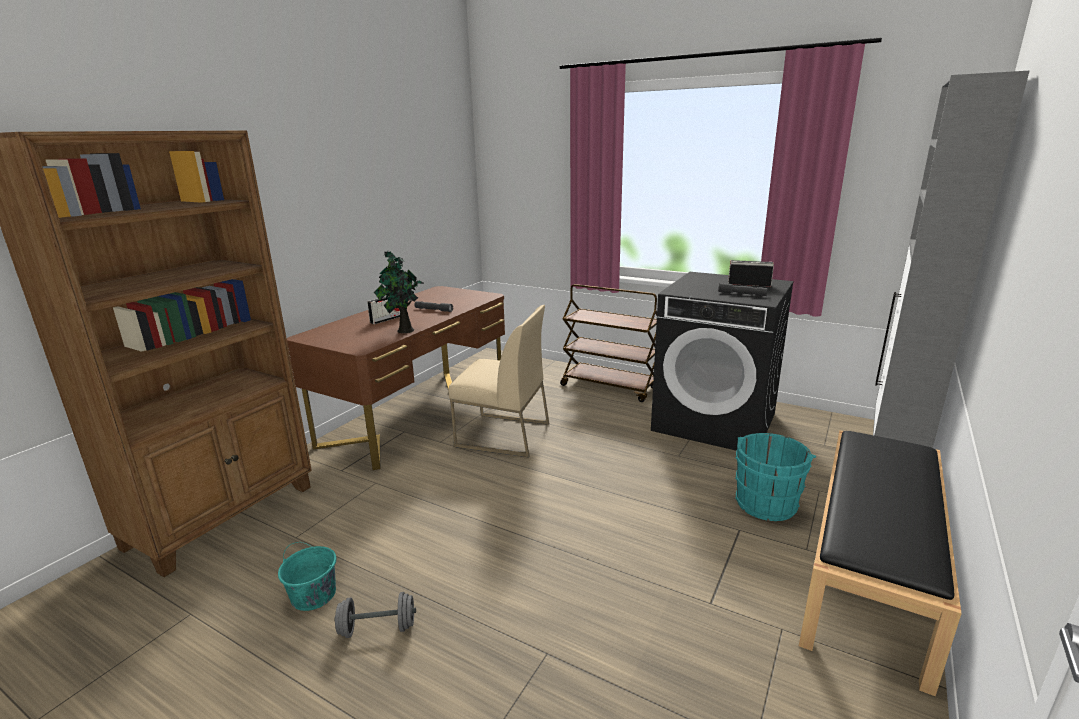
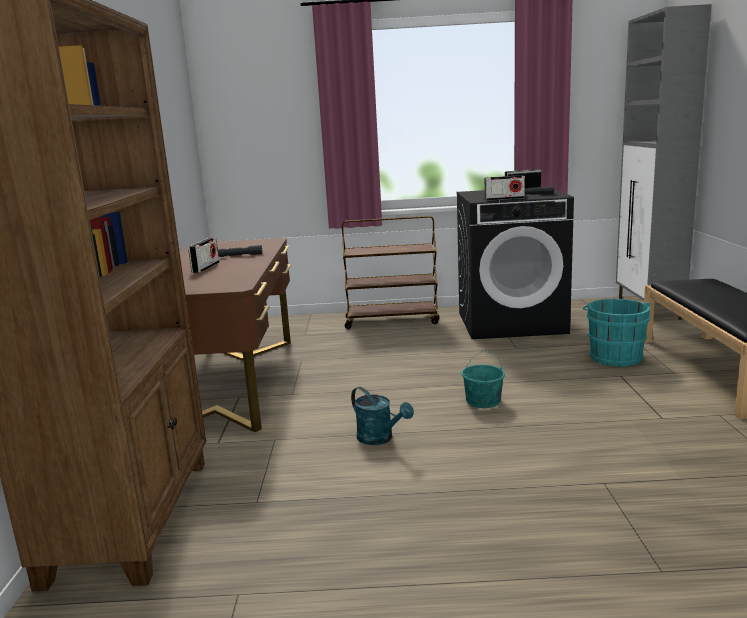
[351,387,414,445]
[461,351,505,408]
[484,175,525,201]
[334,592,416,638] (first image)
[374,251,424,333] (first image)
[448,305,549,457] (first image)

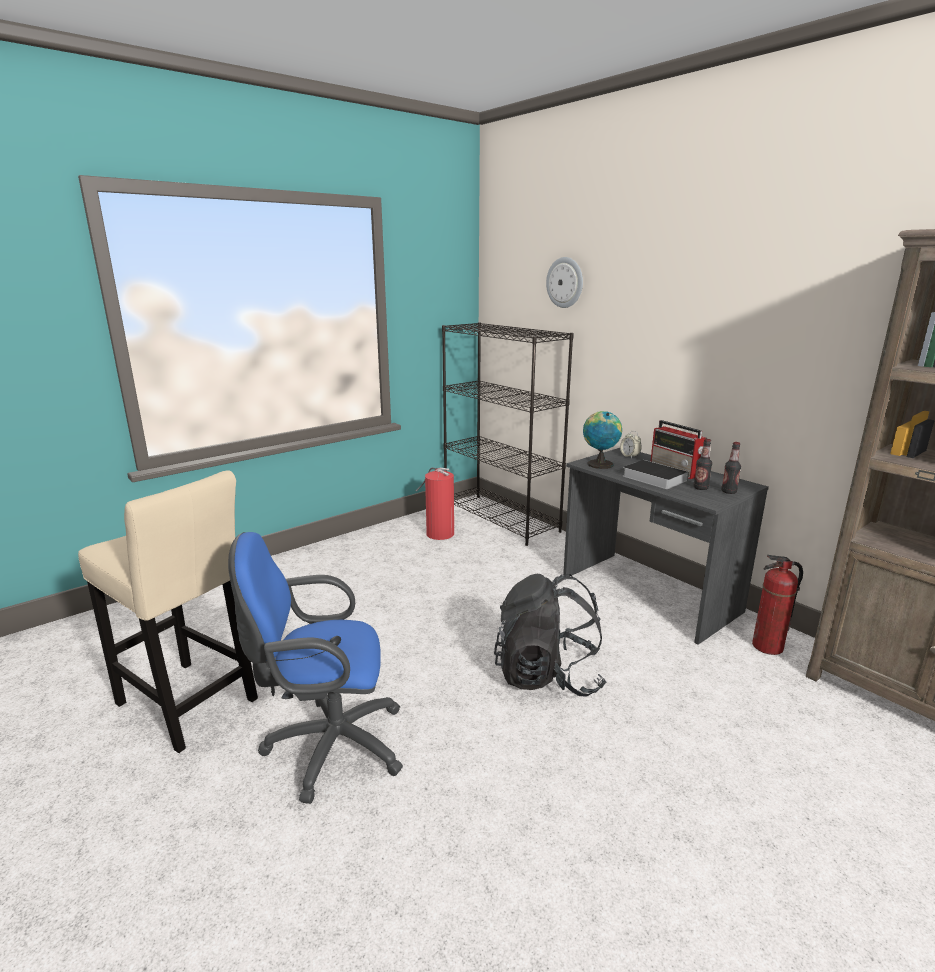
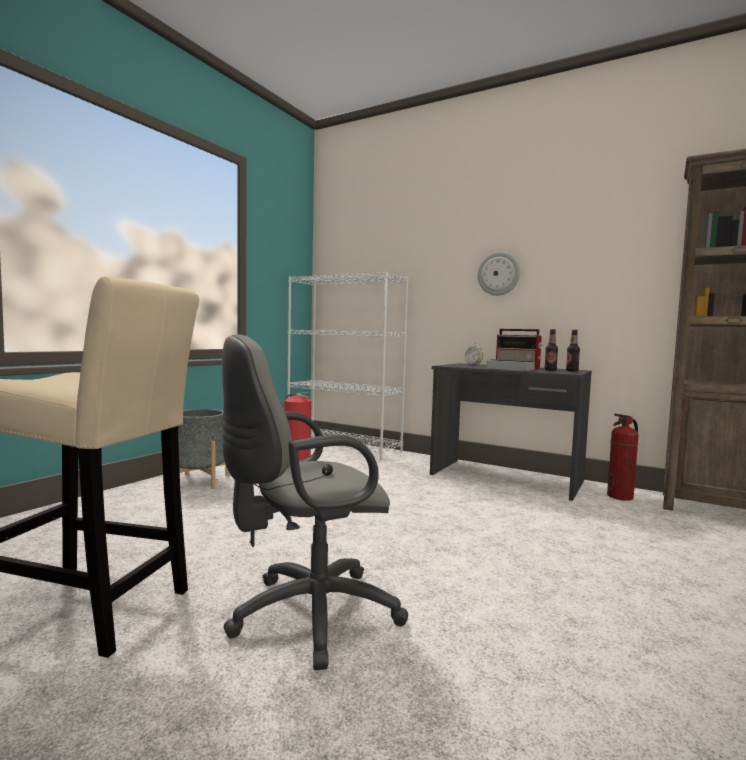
[178,409,229,489]
[222,334,408,670]
[287,272,409,460]
[478,252,520,296]
[494,574,606,697] (first image)
[583,411,622,469] (first image)

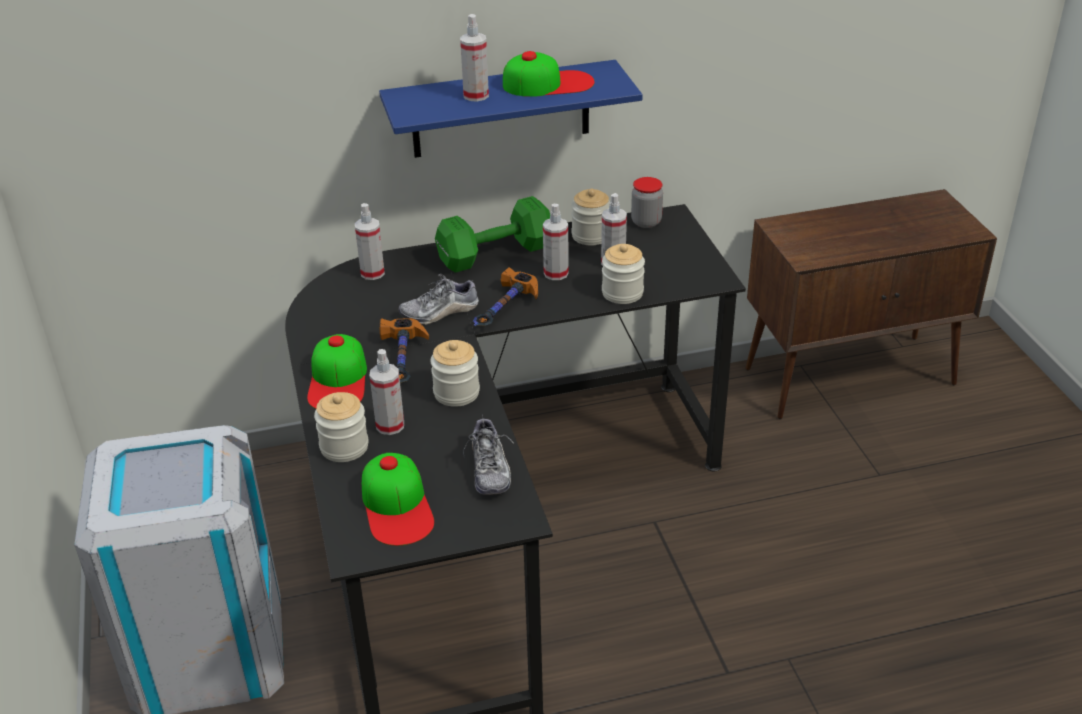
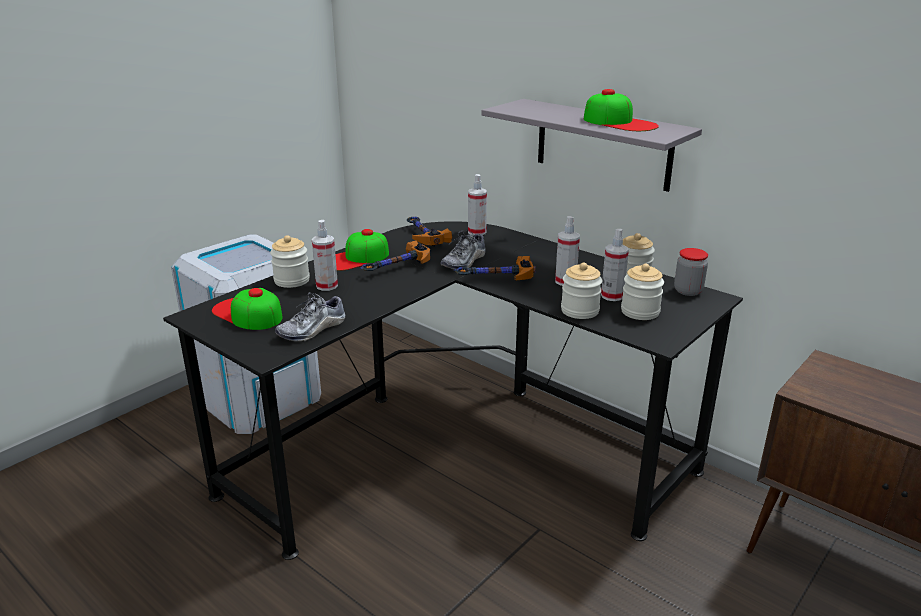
[212,288,283,330]
[407,217,452,246]
[440,230,486,270]
[481,99,702,192]
[621,264,664,320]
[435,196,550,273] (first image)
[460,14,489,102] (first image)

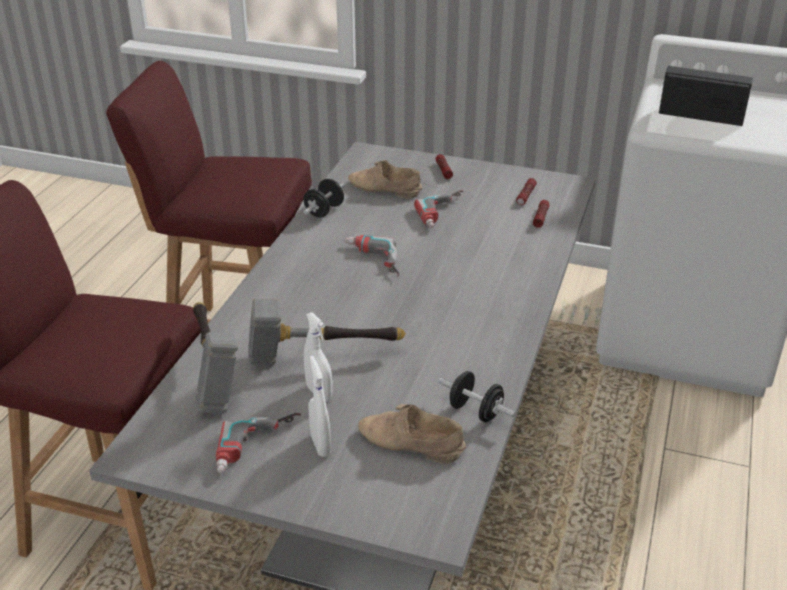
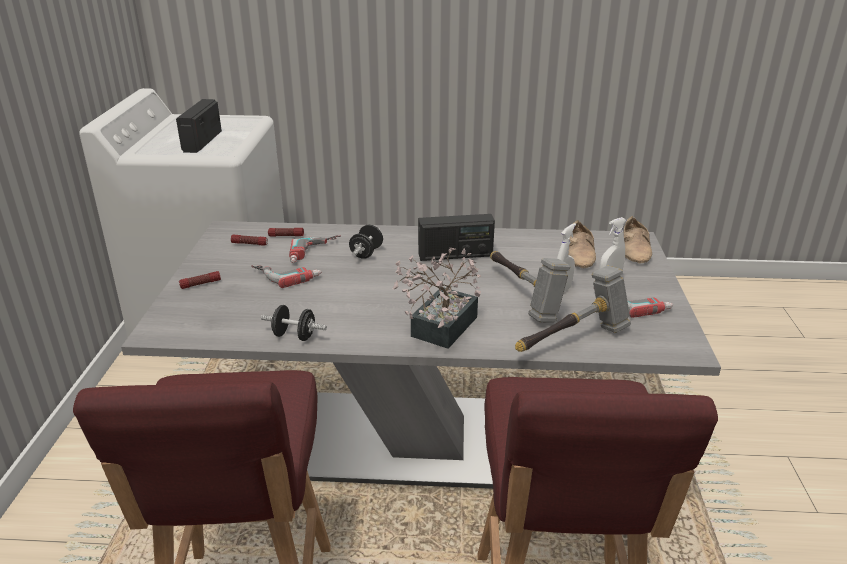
[289,235,341,263]
[349,225,383,259]
[392,248,481,349]
[418,214,495,261]
[624,216,652,263]

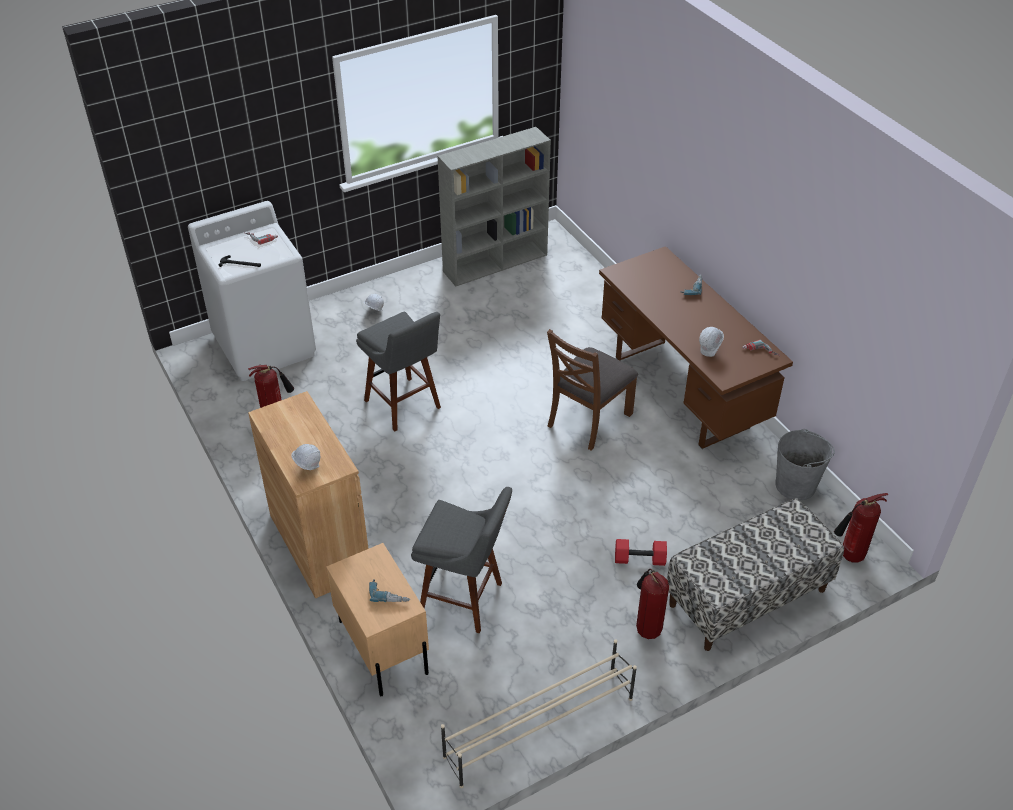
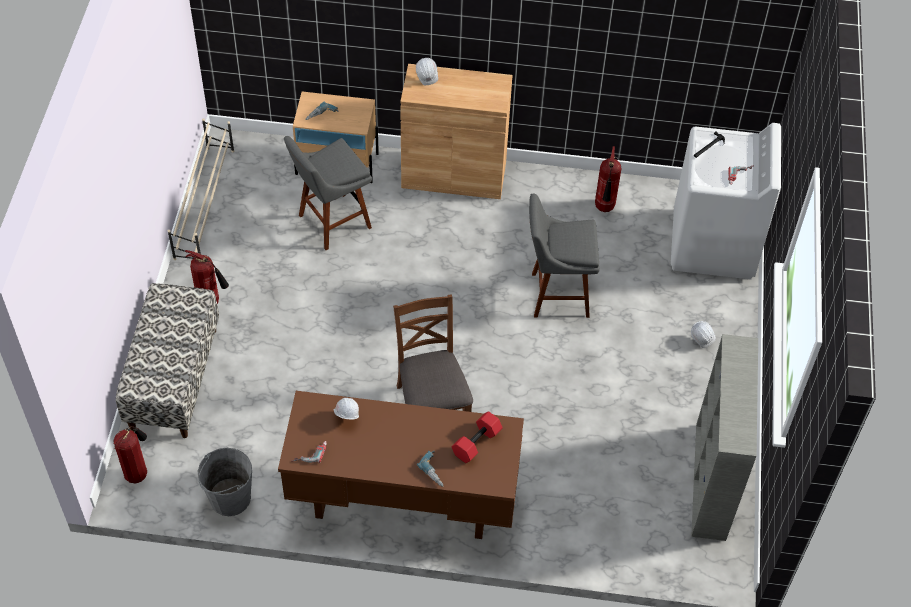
[451,411,503,463]

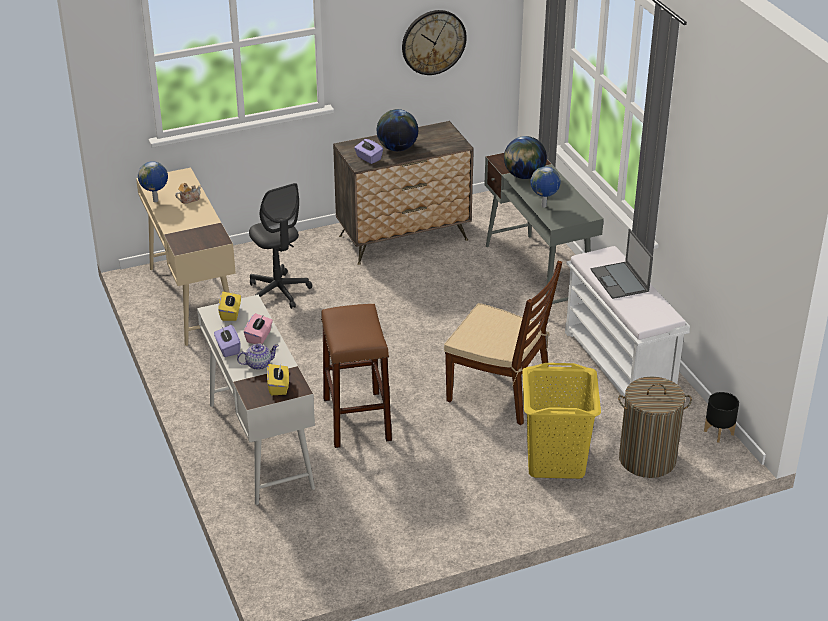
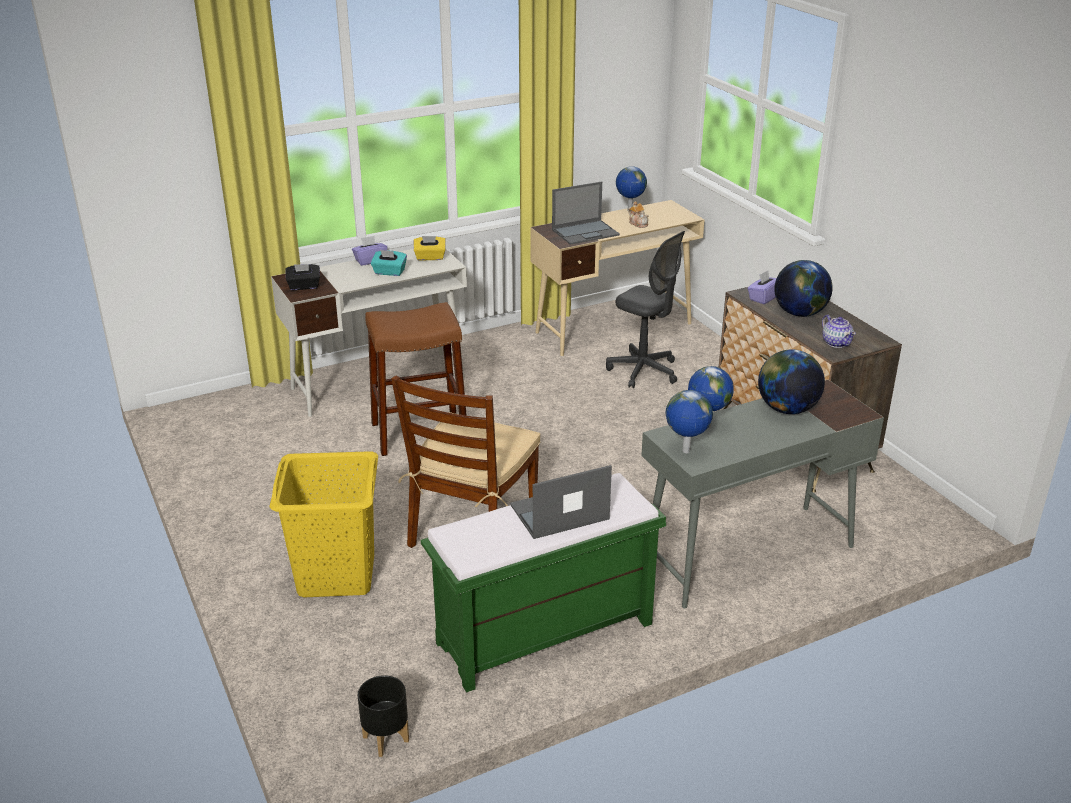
[285,264,320,290]
[371,250,407,276]
[421,473,666,693]
[552,181,620,245]
[606,231,685,388]
[666,390,713,453]
[822,315,856,348]
[402,10,467,75] (first image)
[618,376,692,478] (first image)

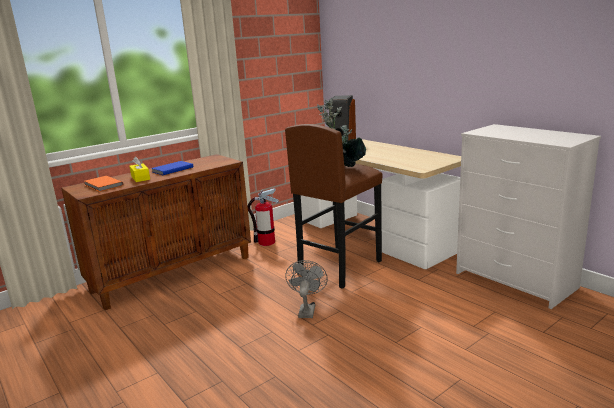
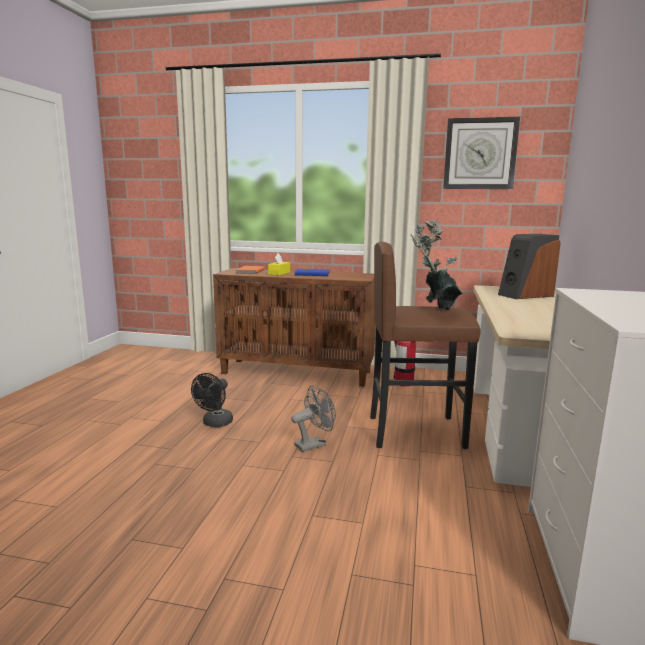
[191,373,233,427]
[443,117,520,189]

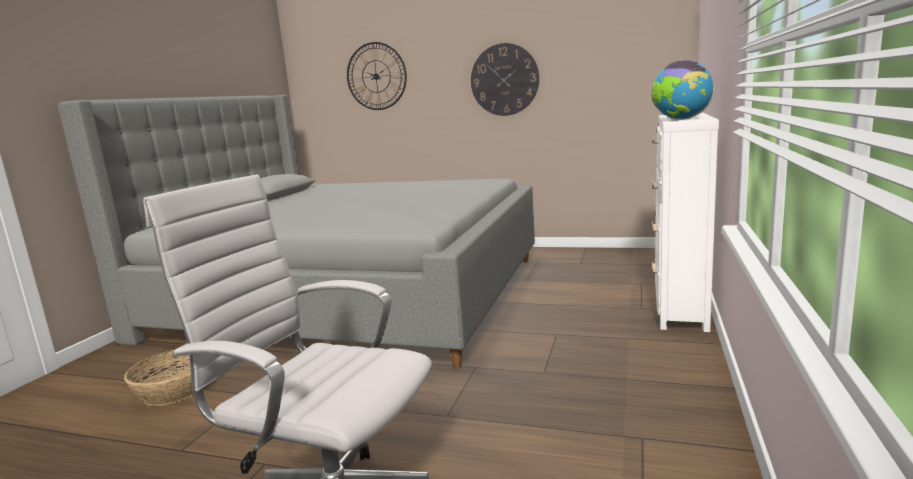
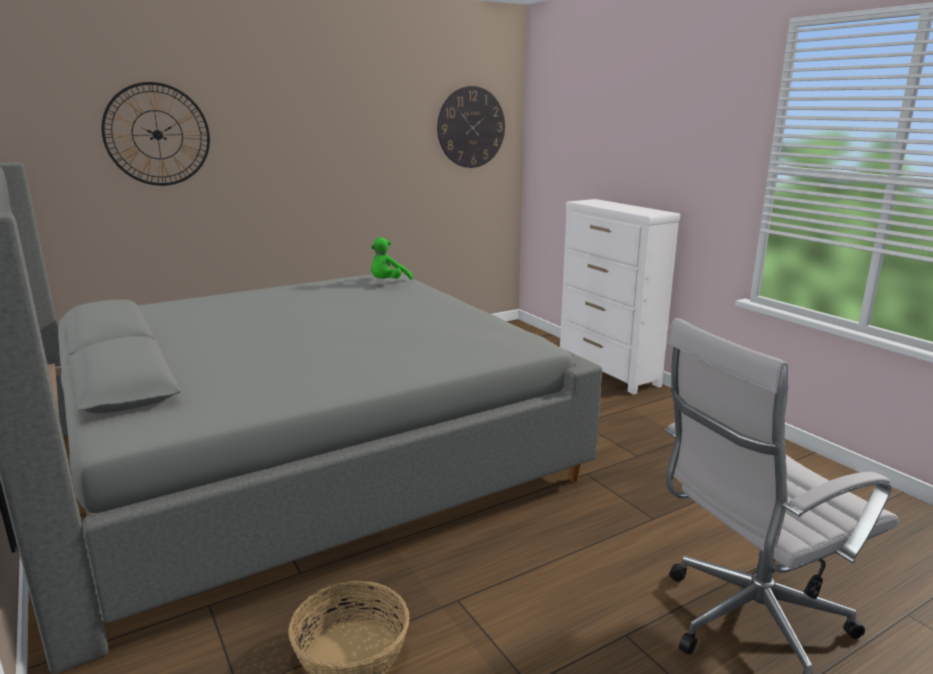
[371,237,413,280]
[437,86,505,168]
[651,60,714,120] (first image)

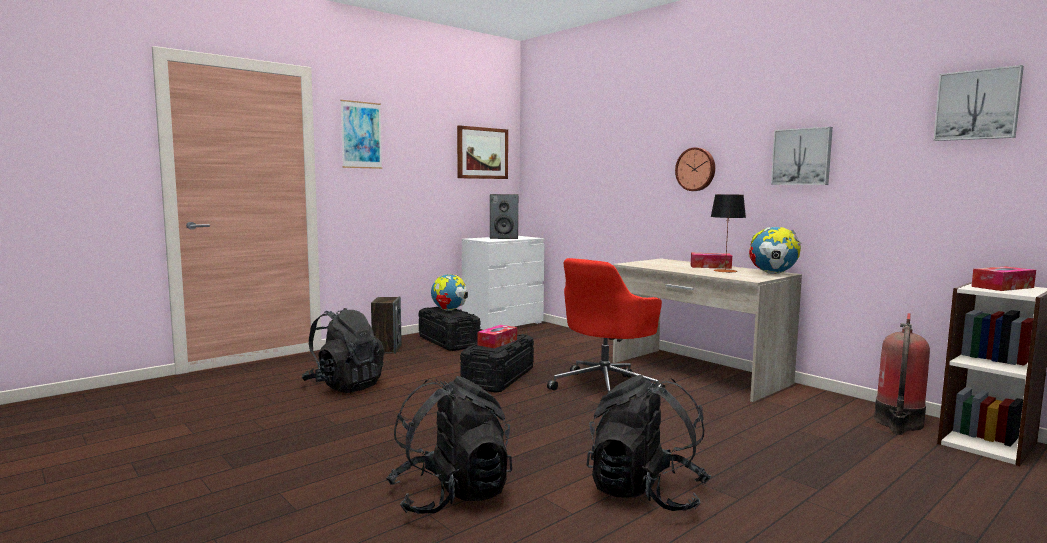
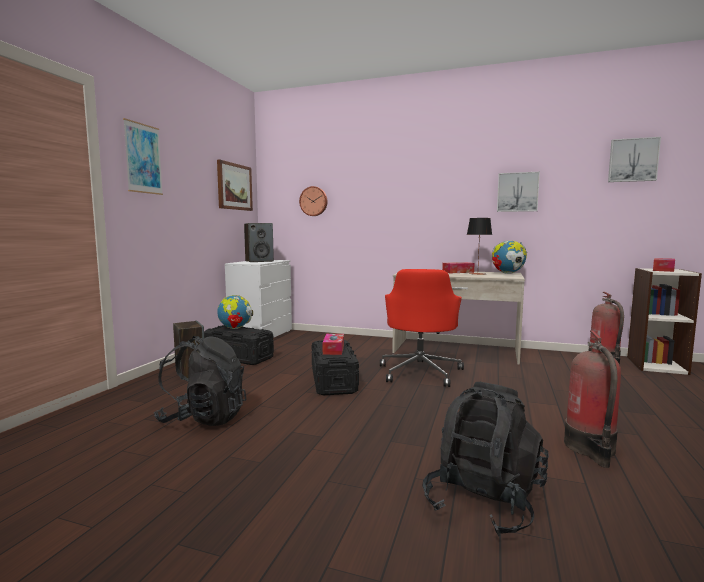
[299,186,327,216]
[564,330,621,468]

